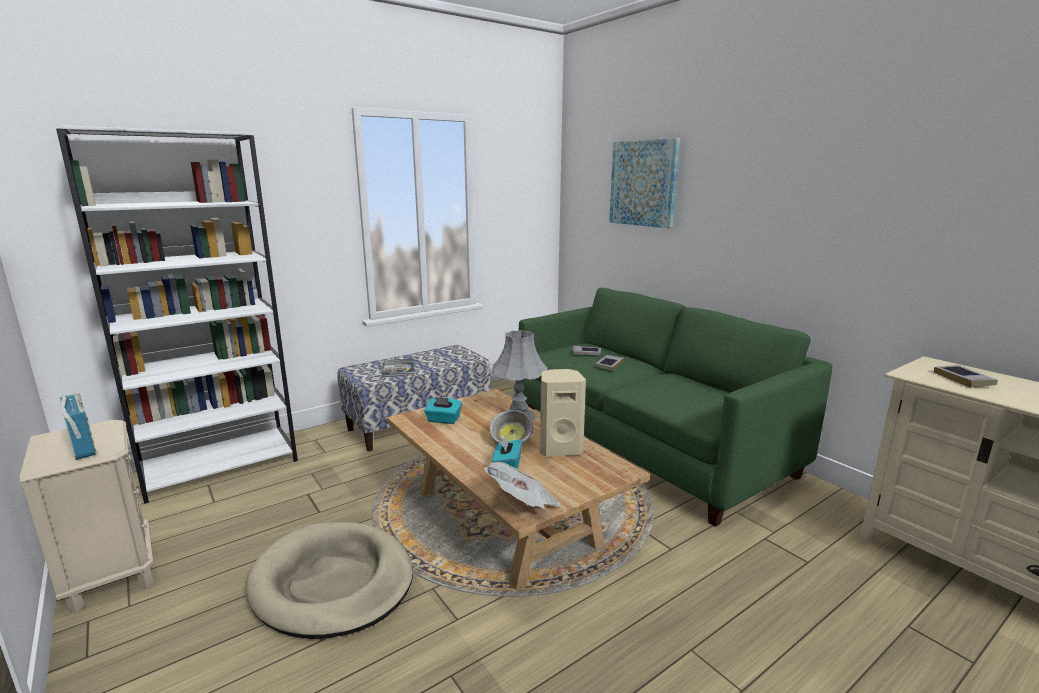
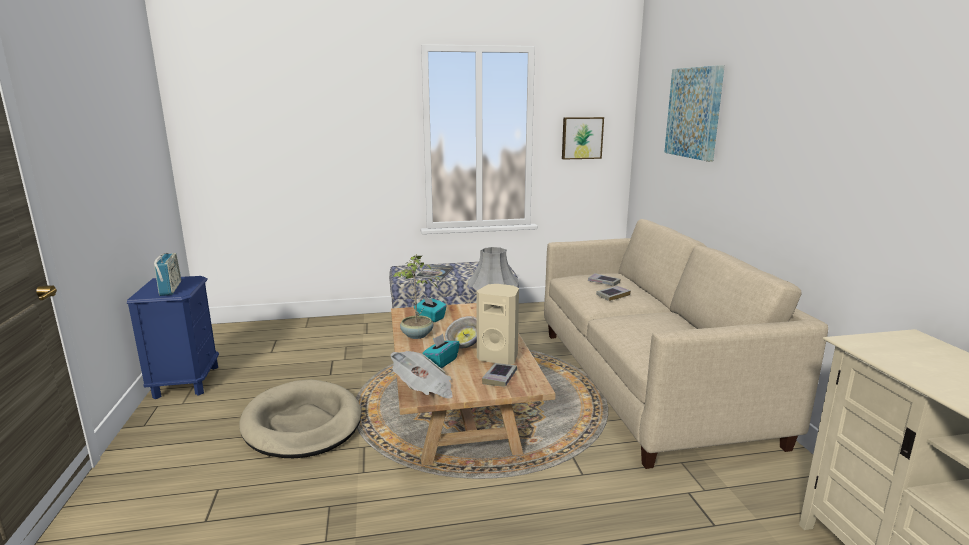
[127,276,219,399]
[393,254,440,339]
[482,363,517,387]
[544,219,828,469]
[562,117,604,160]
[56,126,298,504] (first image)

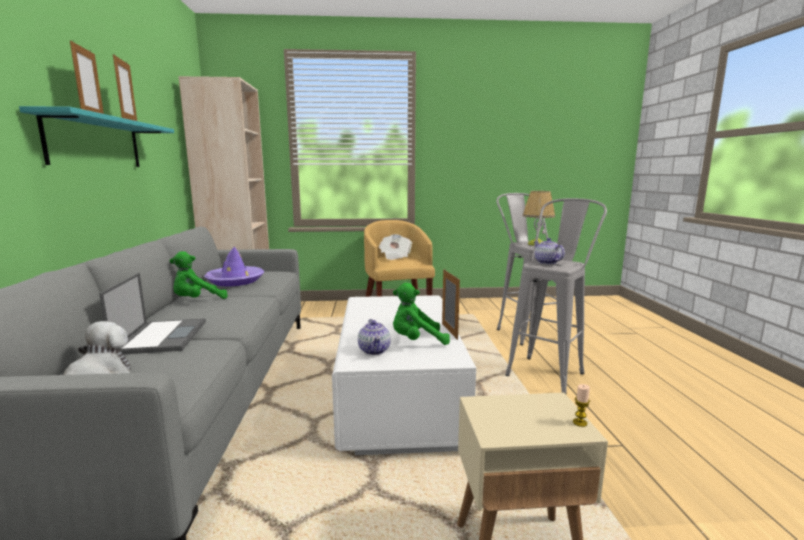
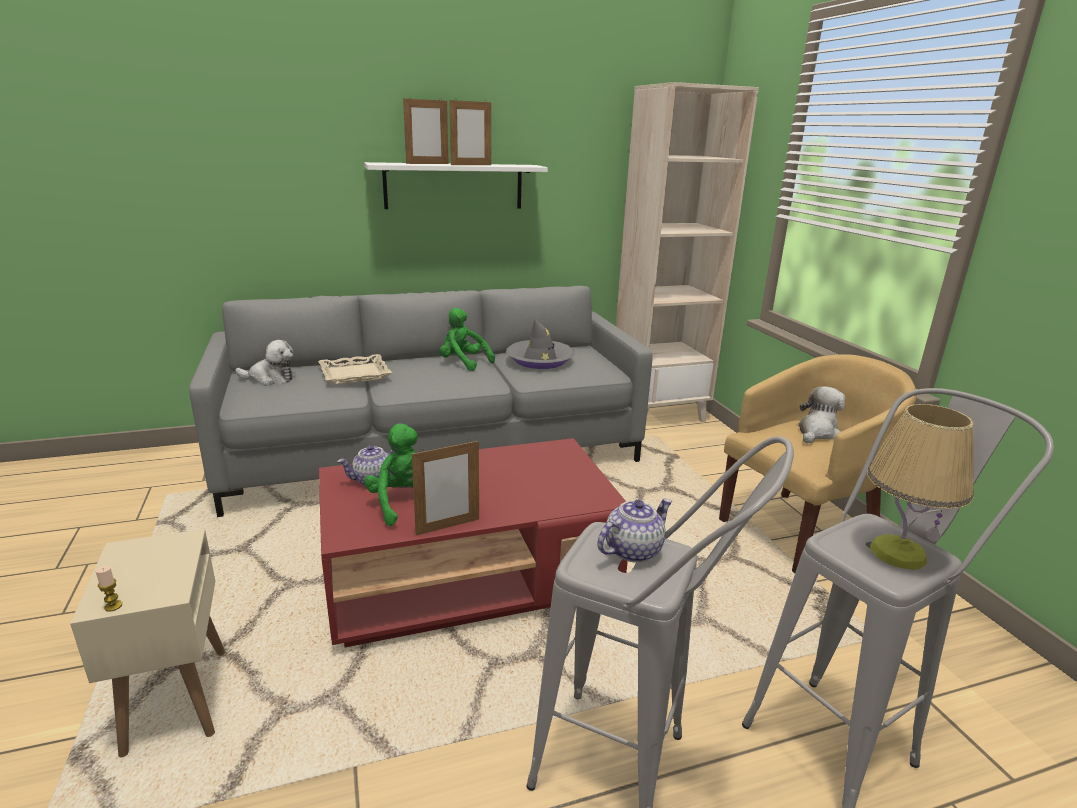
[318,354,392,385]
[319,438,628,647]
[364,162,548,209]
[506,319,575,369]
[798,386,845,443]

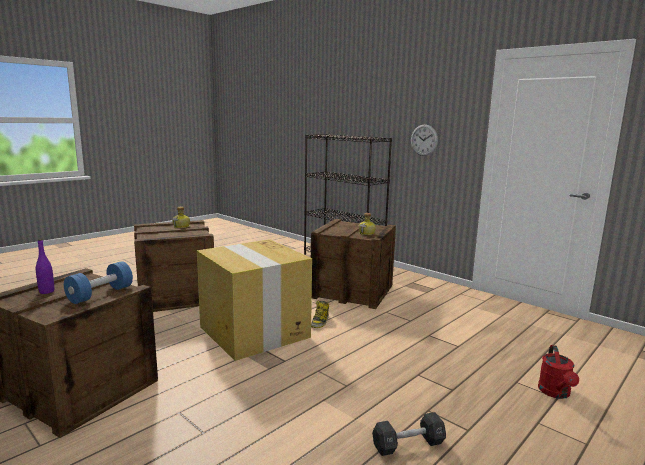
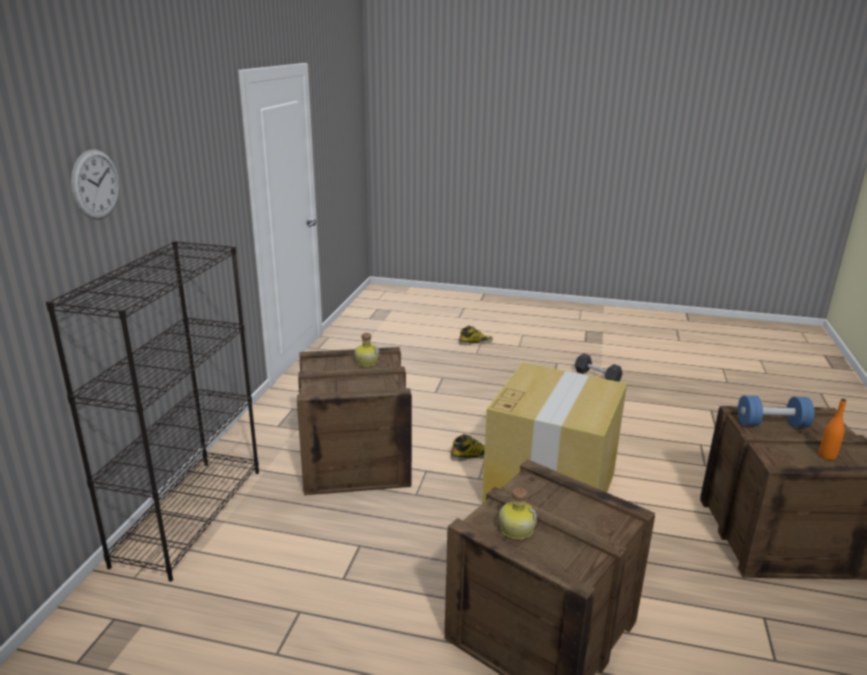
[71,150,119,220]
[459,326,493,345]
[819,399,846,460]

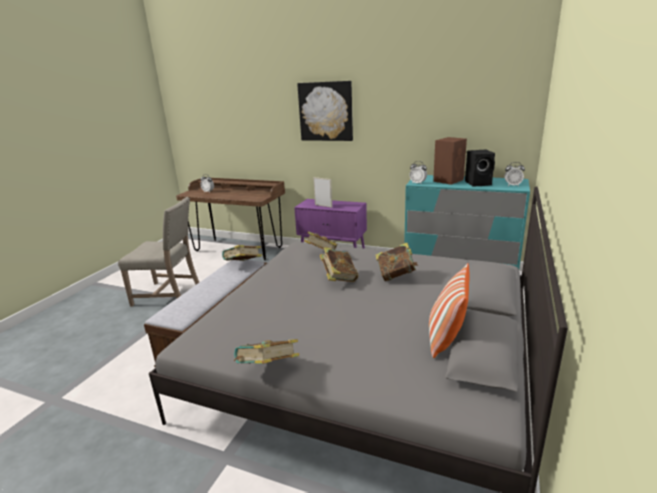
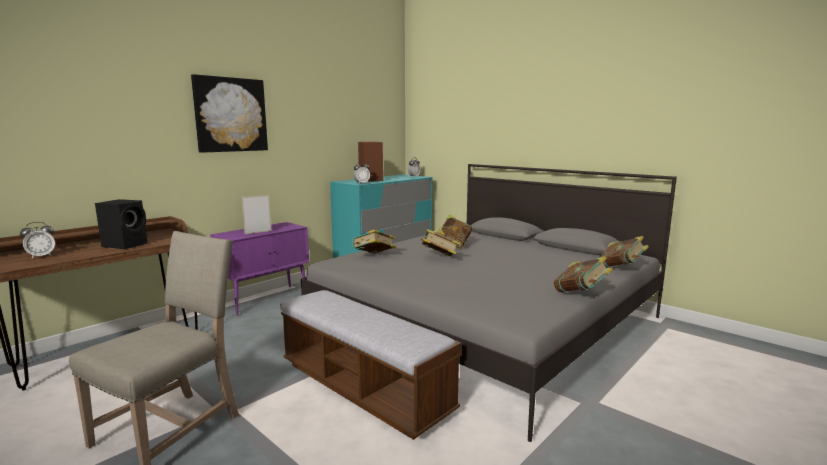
[95,199,147,249]
[599,236,649,268]
[429,263,470,358] (first image)

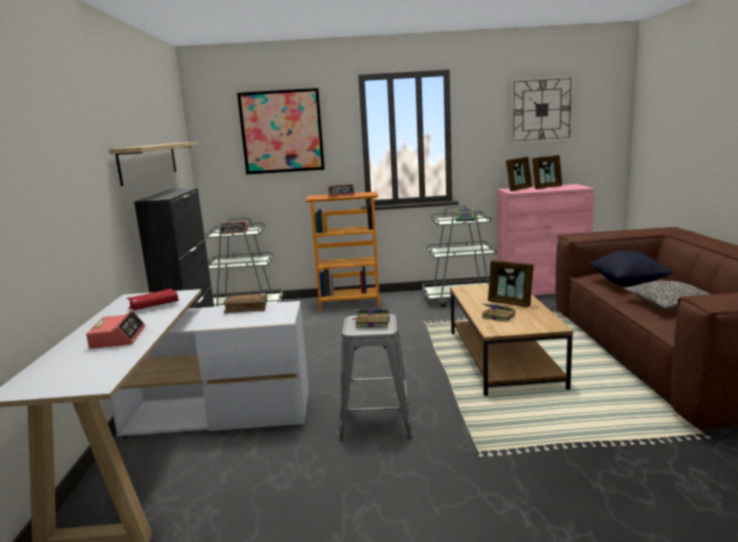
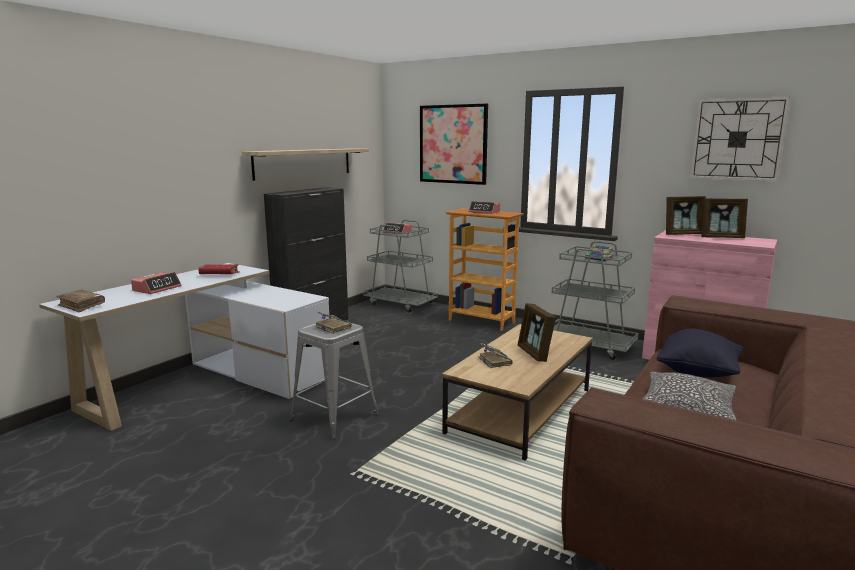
[56,290,105,312]

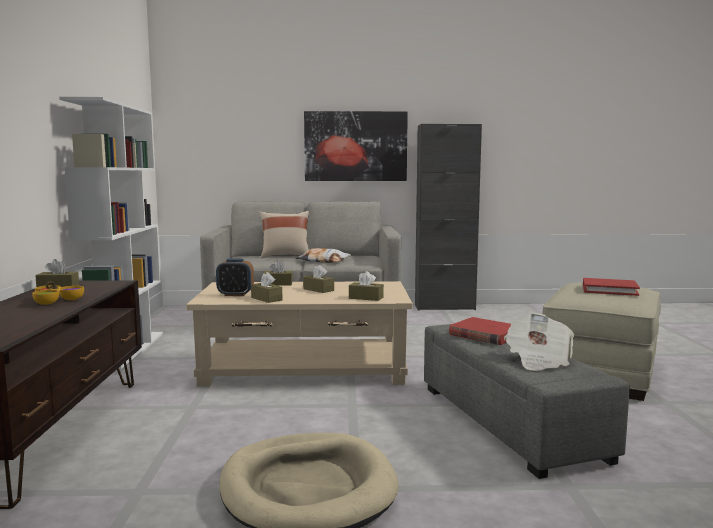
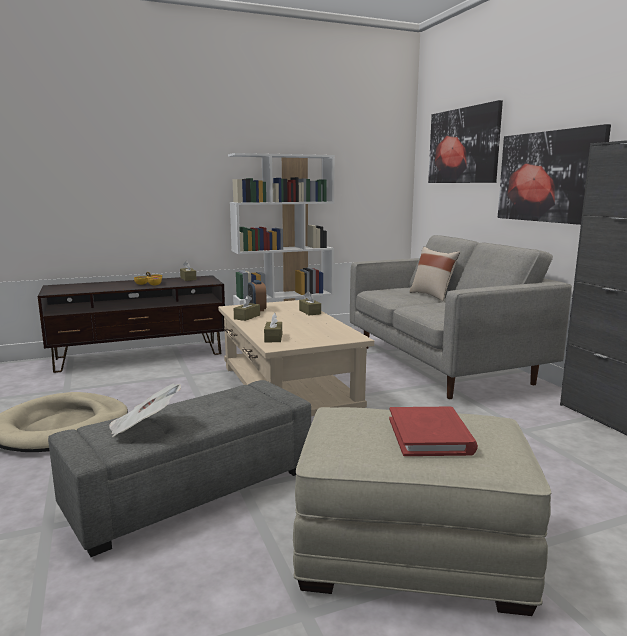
[428,100,503,183]
[295,248,351,263] (first image)
[303,265,334,293] (first image)
[449,317,511,345] (first image)

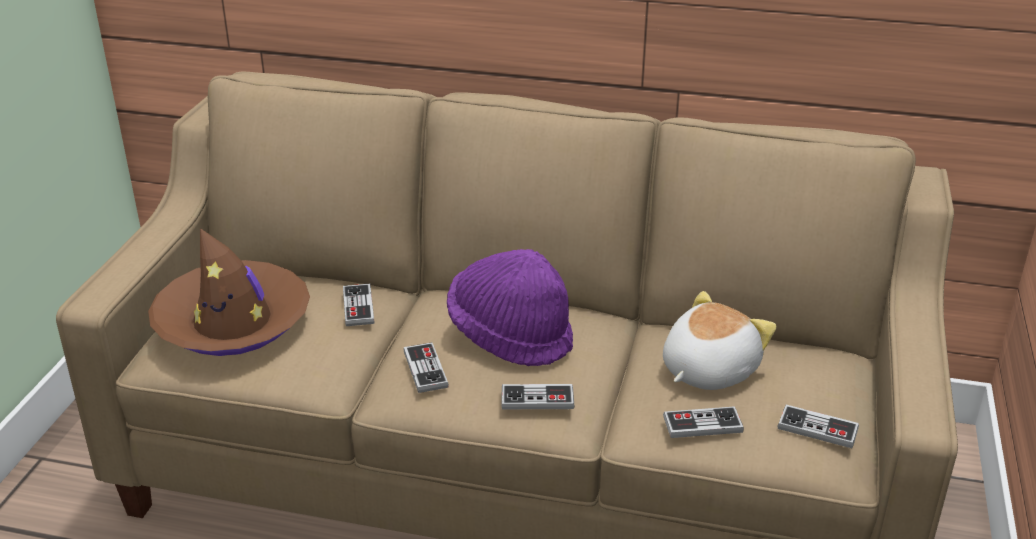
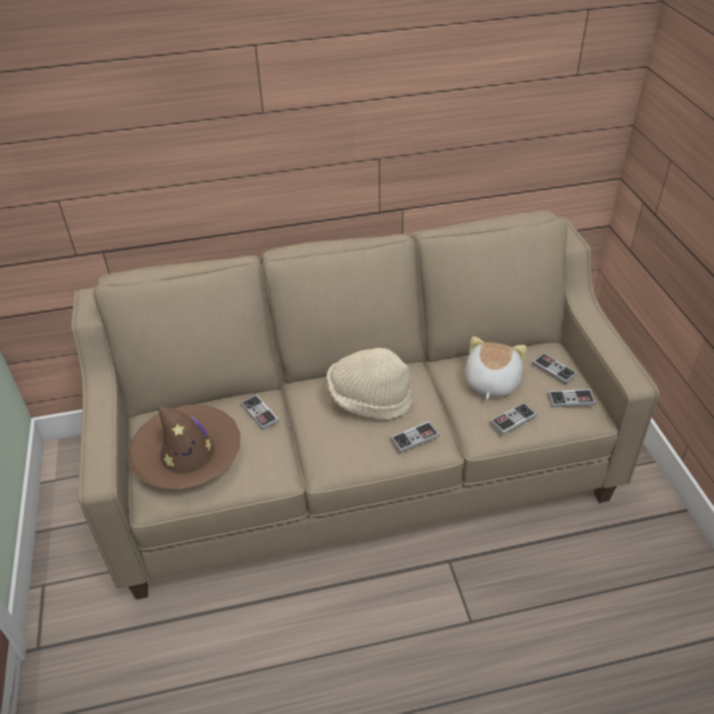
[326,348,413,420]
[532,353,577,385]

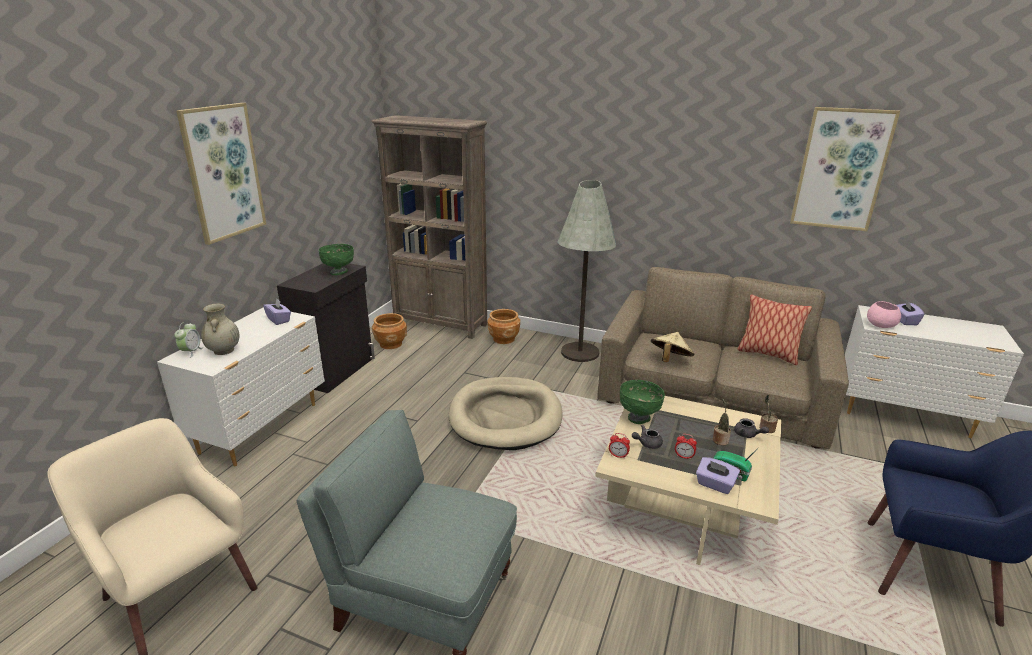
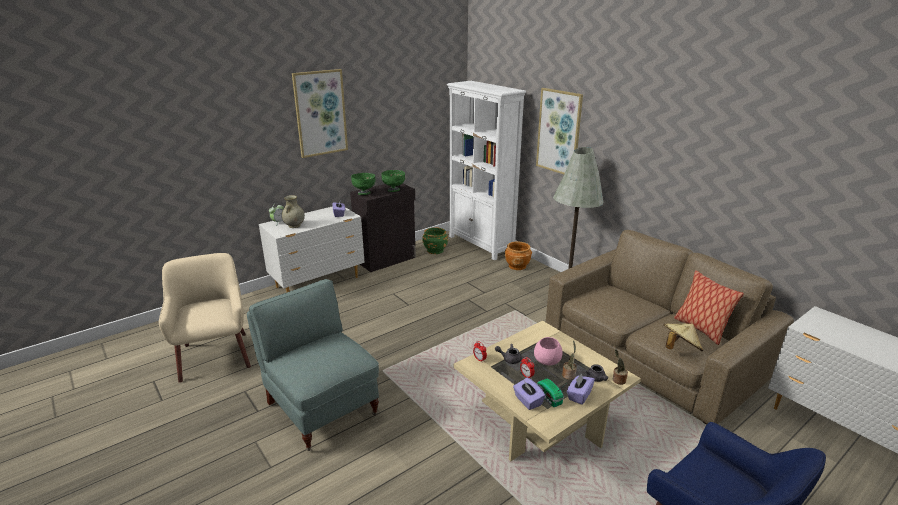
[351,173,376,195]
[422,227,448,254]
[447,81,526,260]
[534,337,563,365]
[536,88,583,174]
[567,373,595,405]
[664,324,703,351]
[449,377,563,450] (first image)

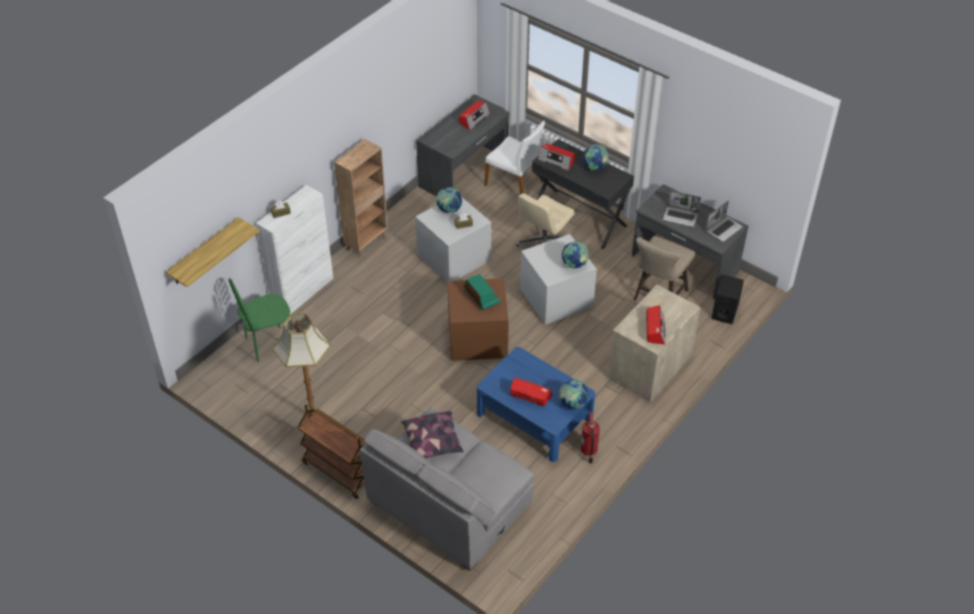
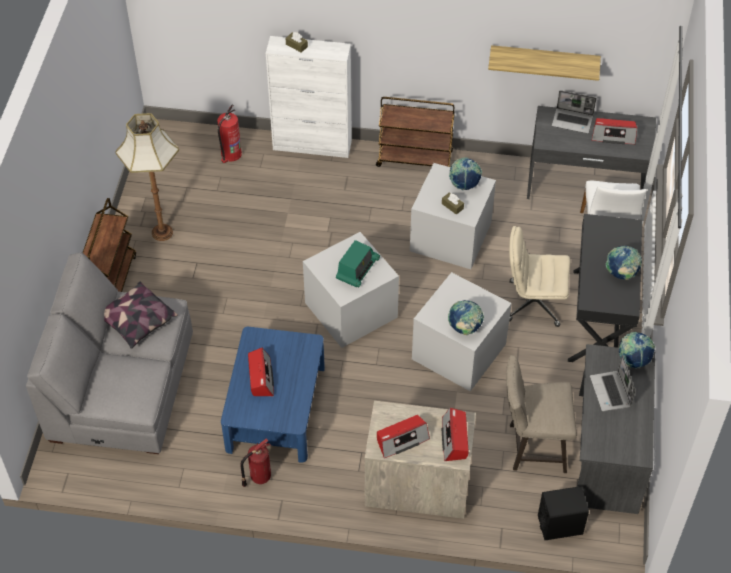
[217,104,242,163]
[303,232,399,348]
[376,97,455,167]
[442,408,469,461]
[488,45,601,81]
[552,90,597,134]
[619,332,655,369]

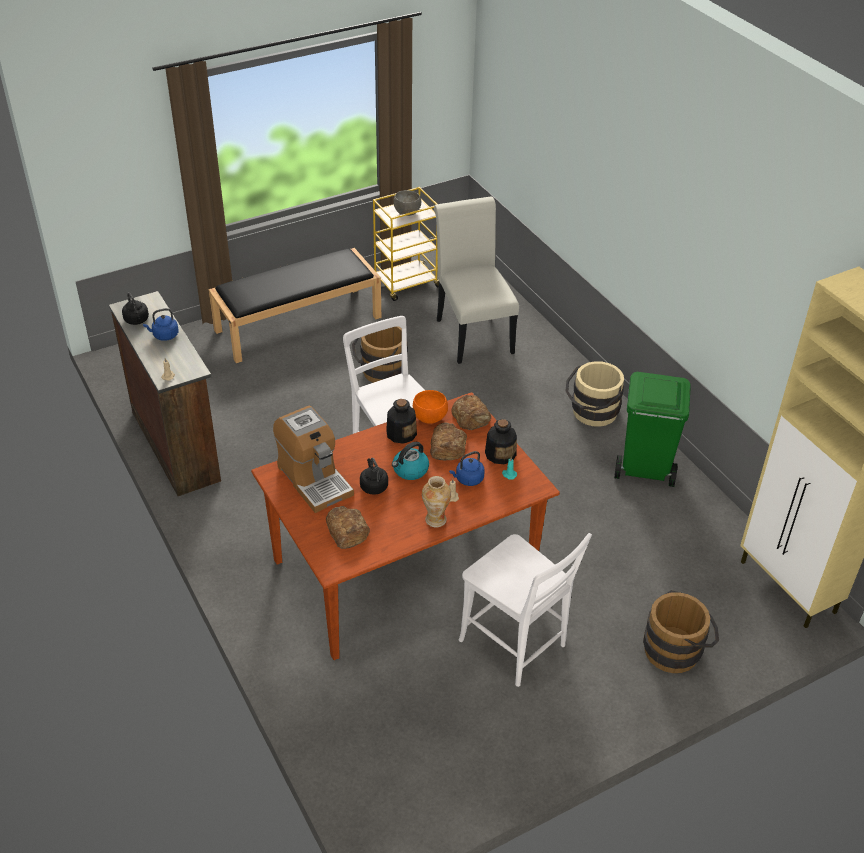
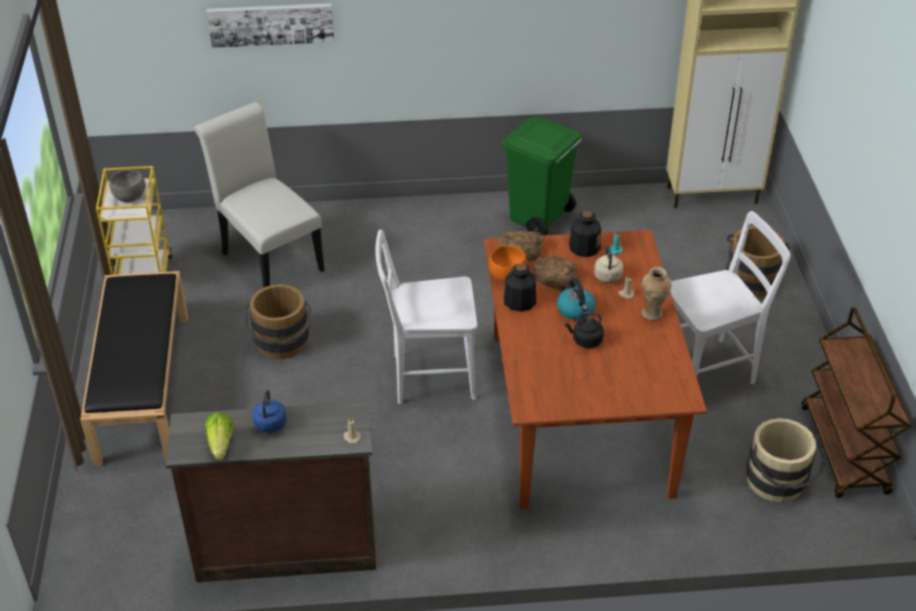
[194,102,325,288]
[205,412,235,460]
[207,3,334,48]
[594,245,623,283]
[746,418,826,502]
[801,307,912,498]
[273,406,354,513] (first image)
[326,506,370,549] (first image)

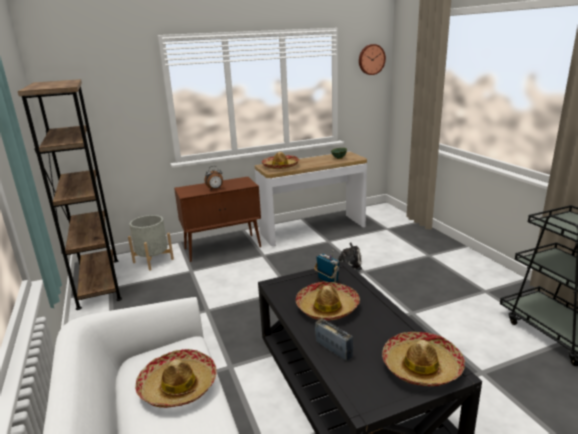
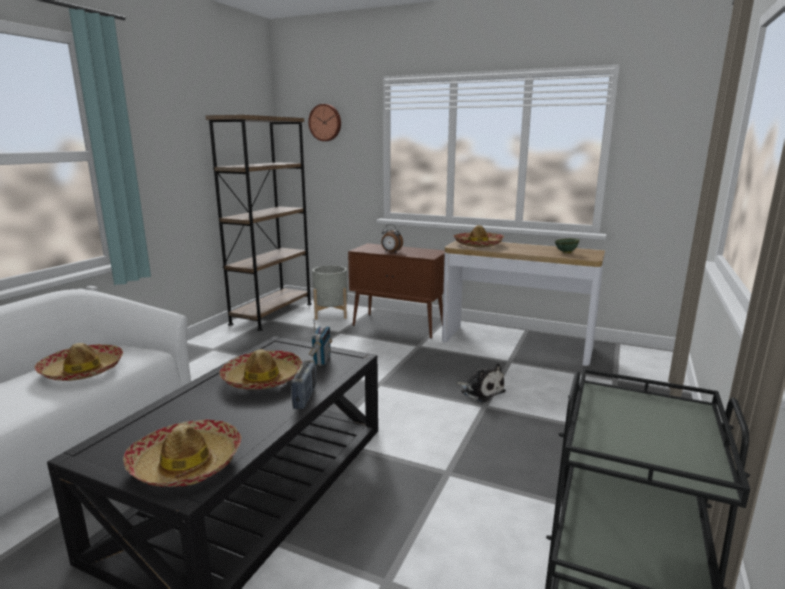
[291,360,316,409]
[308,104,341,141]

